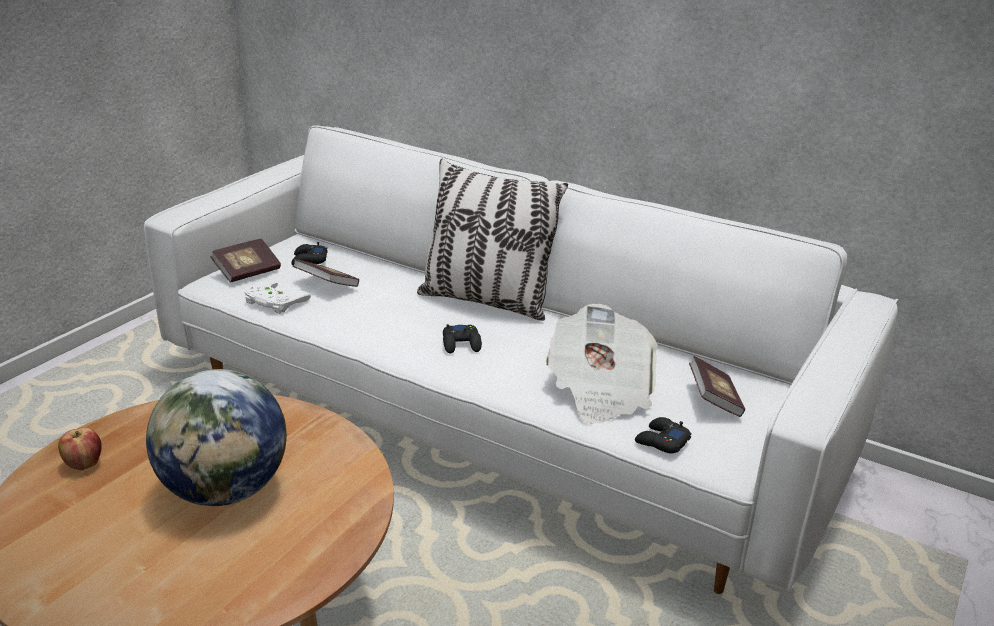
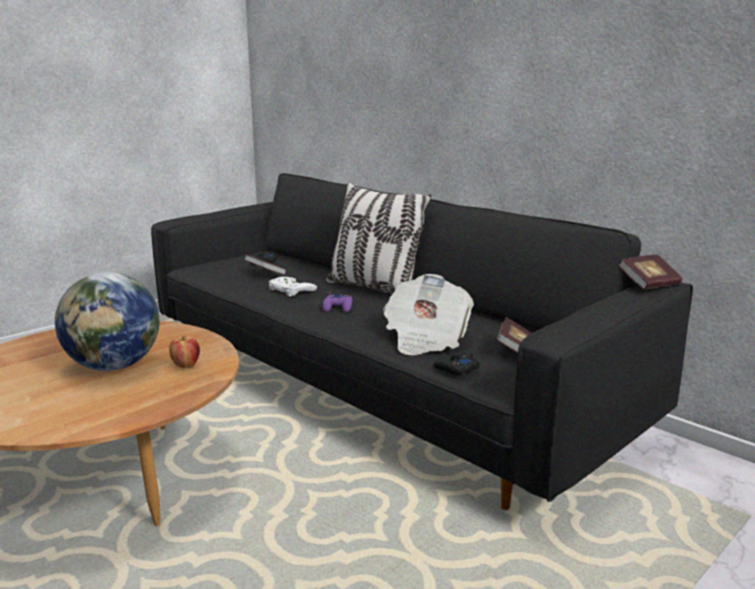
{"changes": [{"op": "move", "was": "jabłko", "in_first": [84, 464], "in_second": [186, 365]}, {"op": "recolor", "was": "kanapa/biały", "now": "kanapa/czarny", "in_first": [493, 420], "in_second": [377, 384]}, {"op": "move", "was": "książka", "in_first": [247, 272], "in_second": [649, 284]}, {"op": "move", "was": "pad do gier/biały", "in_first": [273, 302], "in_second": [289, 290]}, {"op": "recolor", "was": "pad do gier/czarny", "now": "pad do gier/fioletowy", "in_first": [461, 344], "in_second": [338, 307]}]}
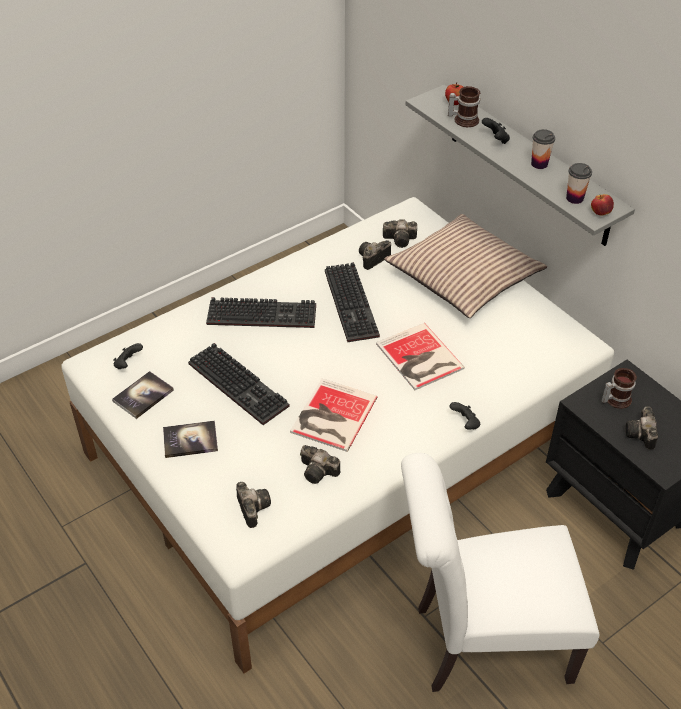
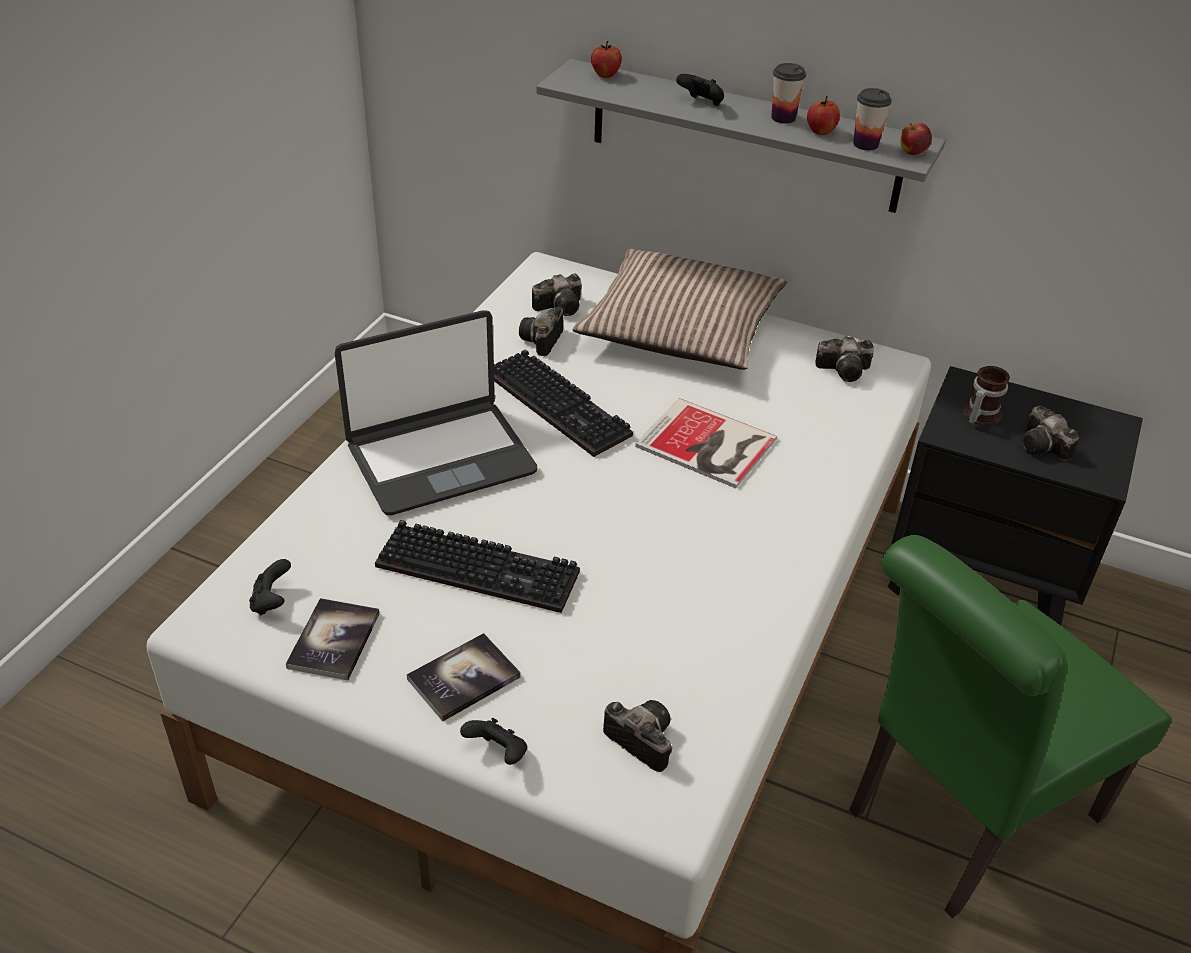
{"changes": [{"op": "replace", "was": "klawiatura", "now": "laptop", "in_first": [264, 314], "in_second": [440, 458]}, {"op": "delete", "was": "książka", "in_first": [331, 416]}, {"op": "move", "was": "aparat fotograficzny", "in_first": [319, 472], "in_second": [846, 370]}, {"op": "recolor", "was": "krzesło/biały", "now": "krzesło/zielony", "in_first": [482, 643], "in_second": [962, 819]}, {"op": "delete", "was": "kubek", "in_first": [464, 119]}, {"op": "move", "was": "pad do gier/czarny", "in_first": [465, 423], "in_second": [498, 753]}, {"op": "insert", "now": "jabłko", "in_second": [820, 132]}]}
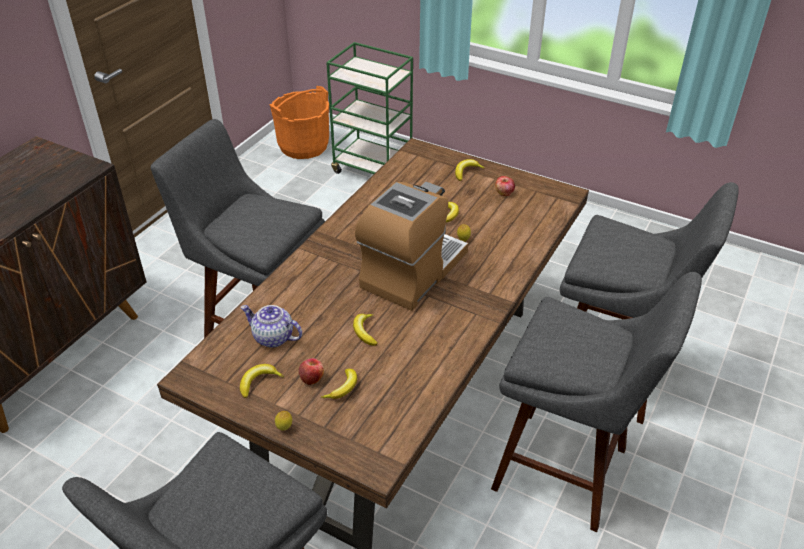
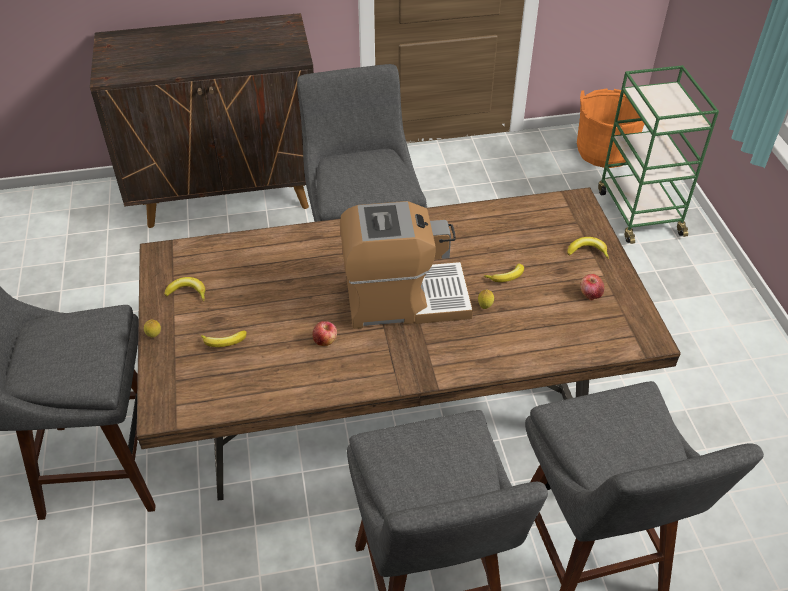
{"changes": [{"op": "delete", "was": "imbryk", "in_first": [272, 337]}, {"op": "move", "was": "jabłko", "in_first": [312, 378], "in_second": [325, 340]}, {"op": "delete", "was": "banan", "in_first": [365, 332]}]}
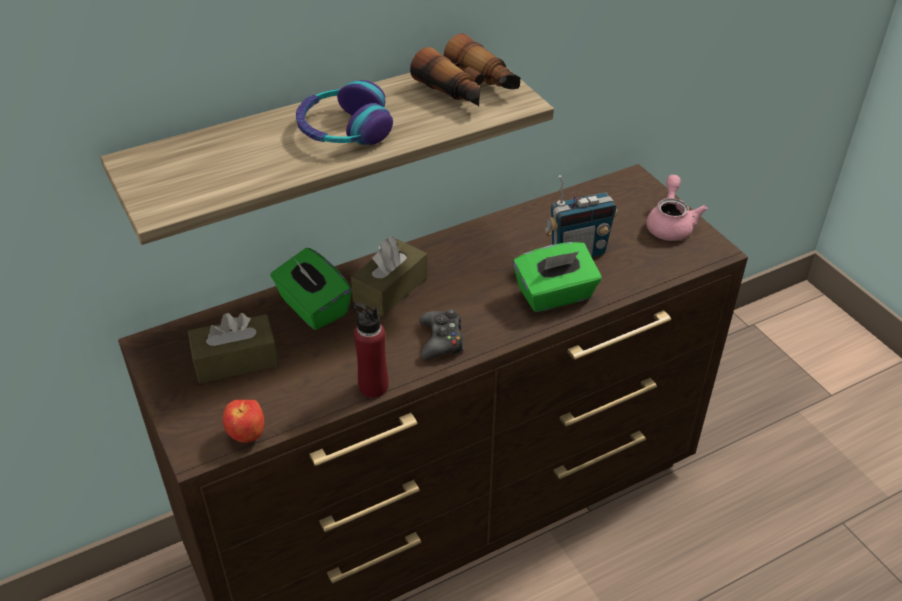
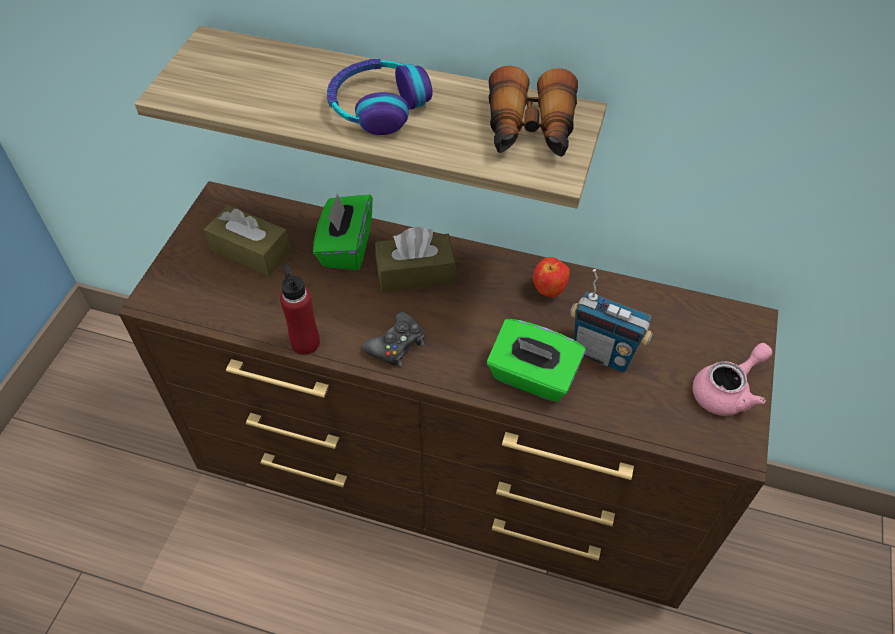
{"changes": [{"op": "move", "was": "jabłko", "in_first": [247, 436], "in_second": [549, 290]}]}
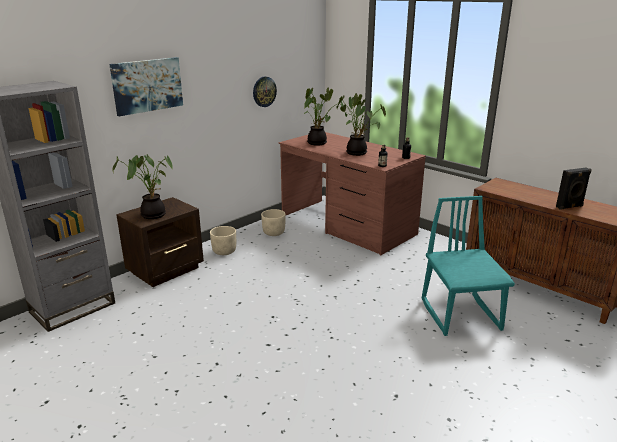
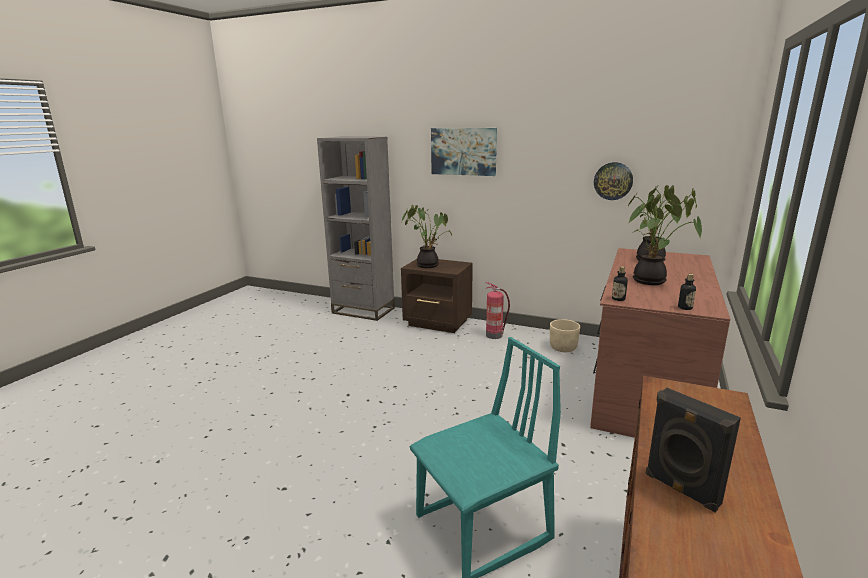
{"changes": [{"op": "replace", "was": "donica/beżowy", "now": "gaśnica", "in_first": [224, 251], "in_second": [495, 335]}]}
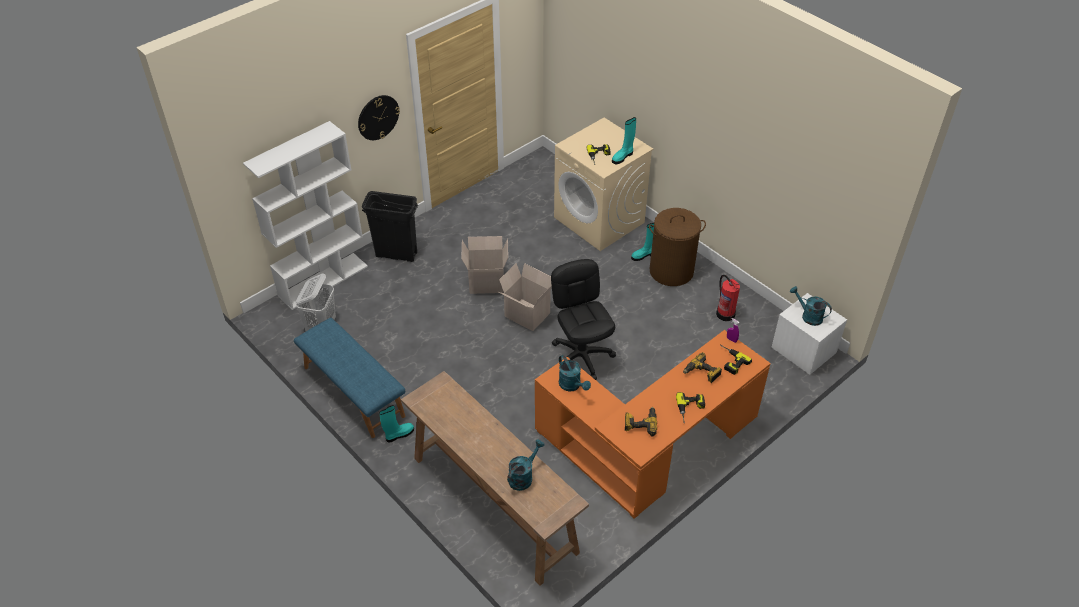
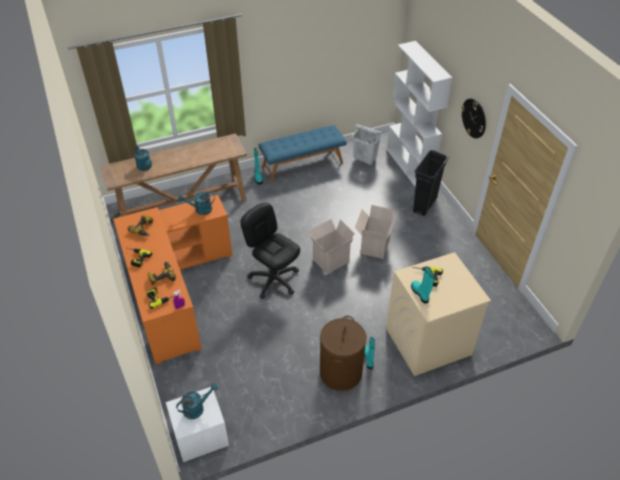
{"changes": [{"op": "rotate", "was": "krzesło biurowe/czarny", "in_first": [581, 356], "in_second": [274, 279], "clockwise": -135}, {"op": "delete", "was": "gaśnica", "in_first": [725, 313]}]}
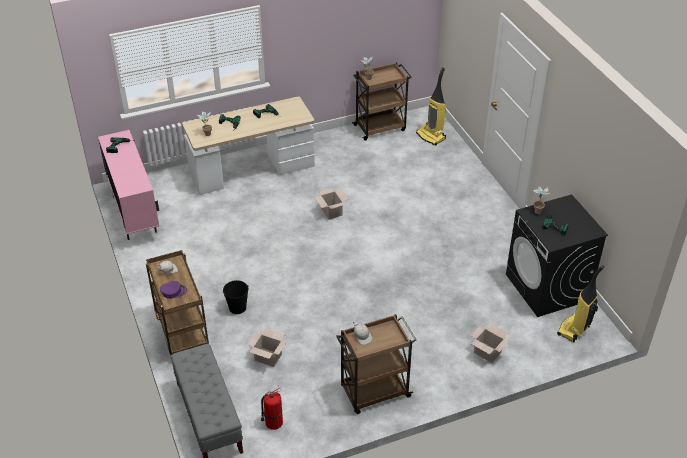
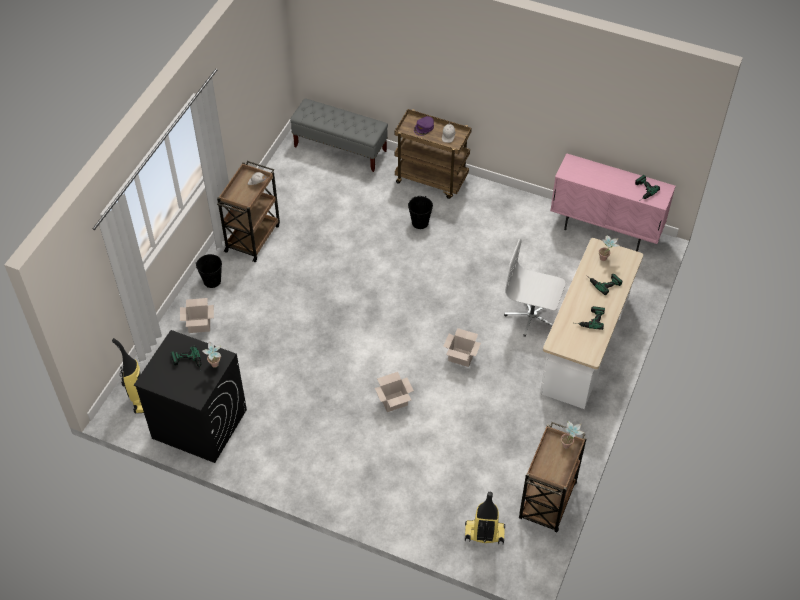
{"changes": [{"op": "move", "was": "karton", "in_first": [269, 357], "in_second": [393, 402]}, {"op": "delete", "was": "gaśnica", "in_first": [273, 422]}, {"op": "insert", "now": "wiadro/czarny", "in_second": [212, 281]}, {"op": "insert", "now": "krzesło biurowe/biały", "in_second": [531, 316]}]}
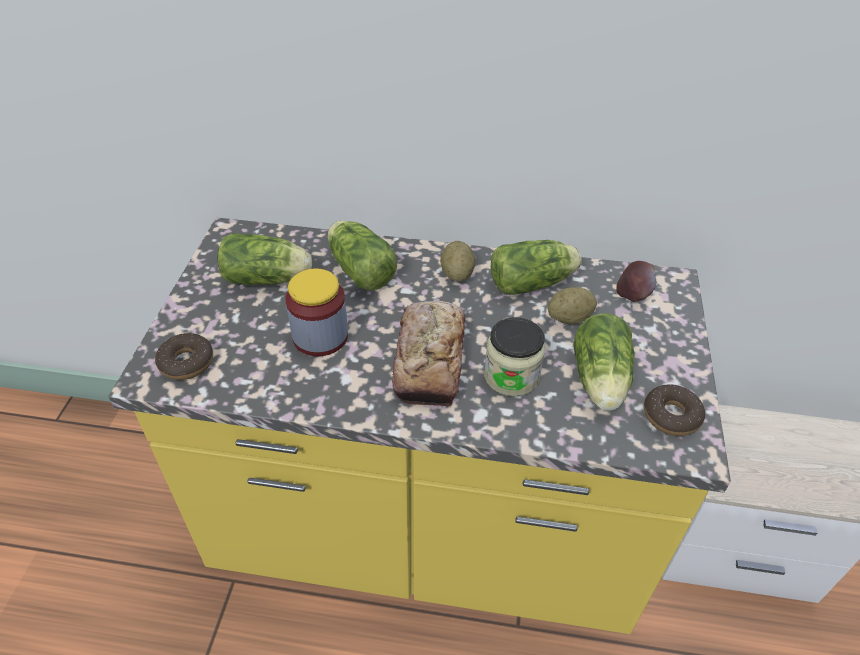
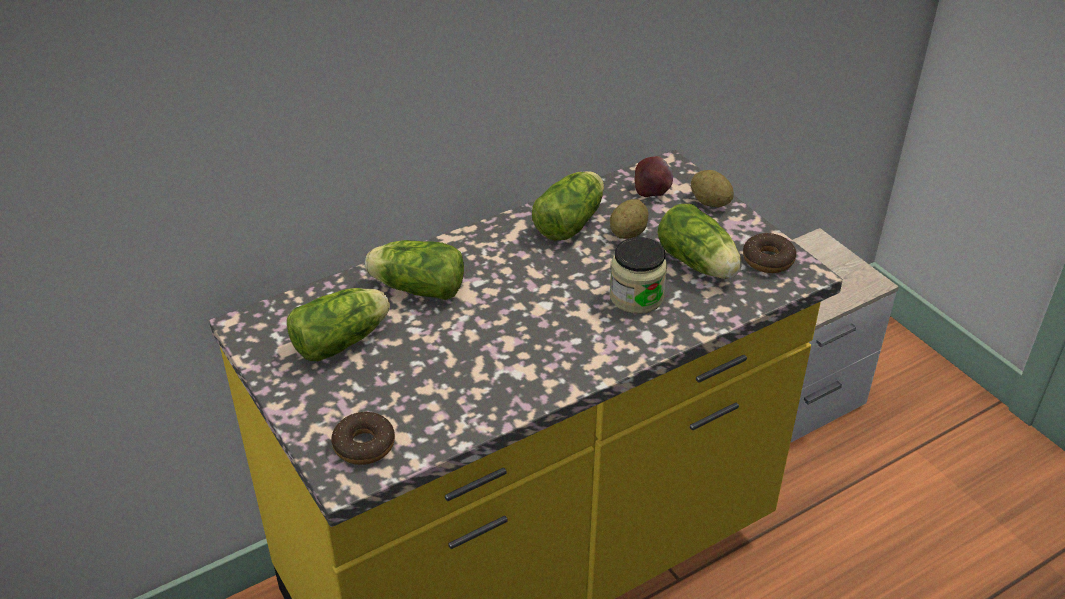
{"changes": [{"op": "delete", "was": "słoik", "in_first": [320, 336]}, {"op": "delete", "was": "chleb", "in_first": [429, 360]}, {"op": "move", "was": "ziemniak", "in_first": [457, 274], "in_second": [710, 202]}]}
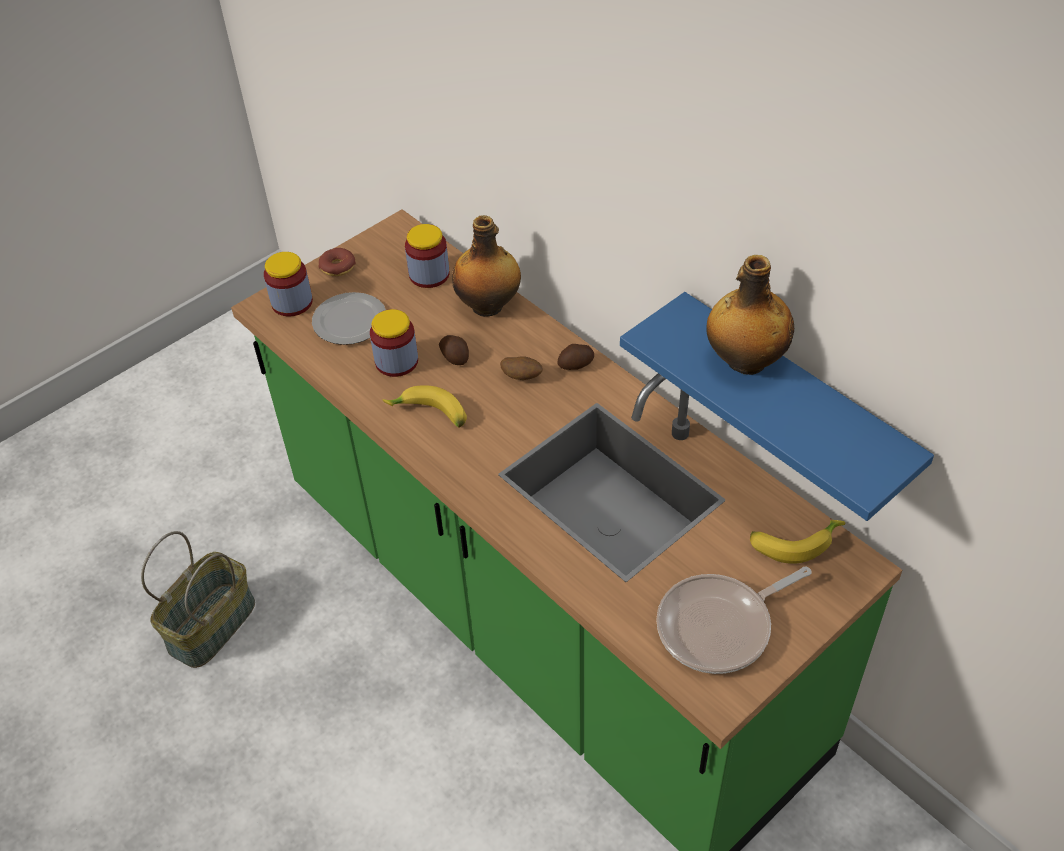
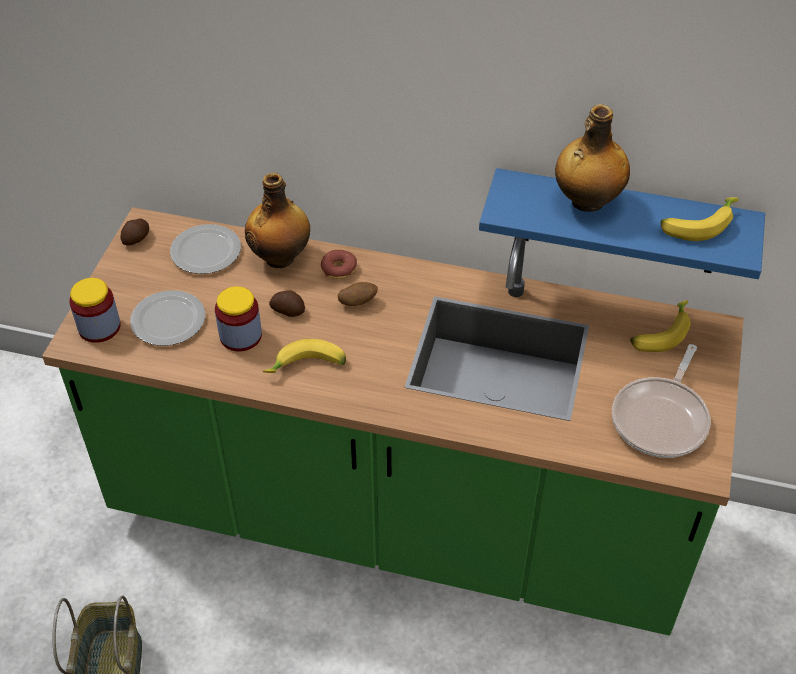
{"changes": [{"op": "move", "was": "donut", "in_first": [337, 267], "in_second": [338, 269]}, {"op": "replace", "was": "słoik", "now": "talerz", "in_first": [429, 274], "in_second": [206, 252]}, {"op": "move", "was": "ziemniak", "in_first": [576, 365], "in_second": [137, 239]}, {"op": "insert", "now": "banan", "in_second": [697, 224]}]}
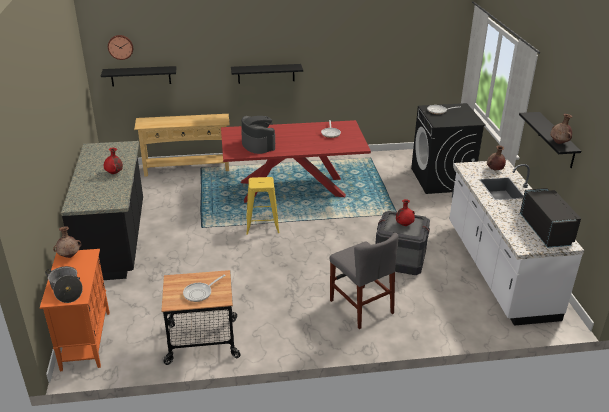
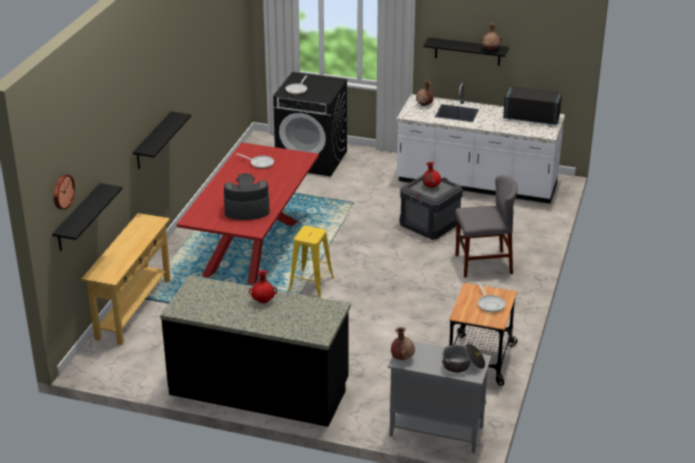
{"changes": [{"op": "recolor", "was": "szafka/pomarańczowy", "now": "szafka/szary", "in_first": [86, 340], "in_second": [435, 431]}]}
